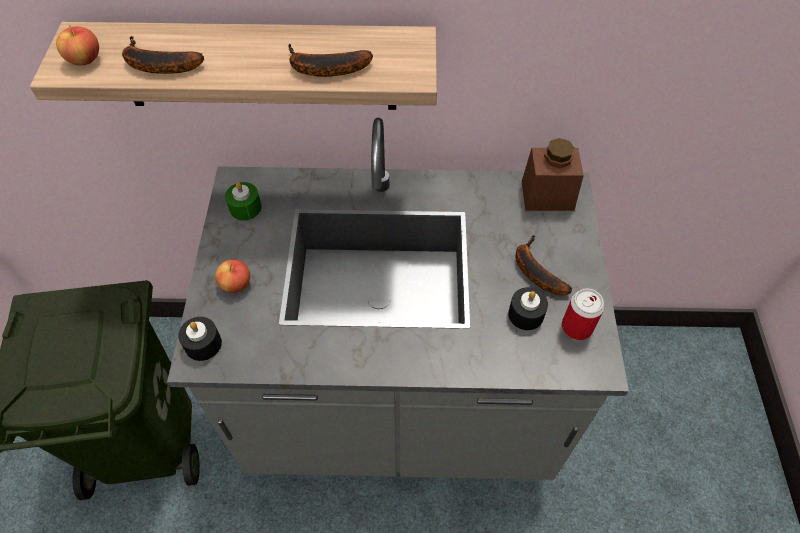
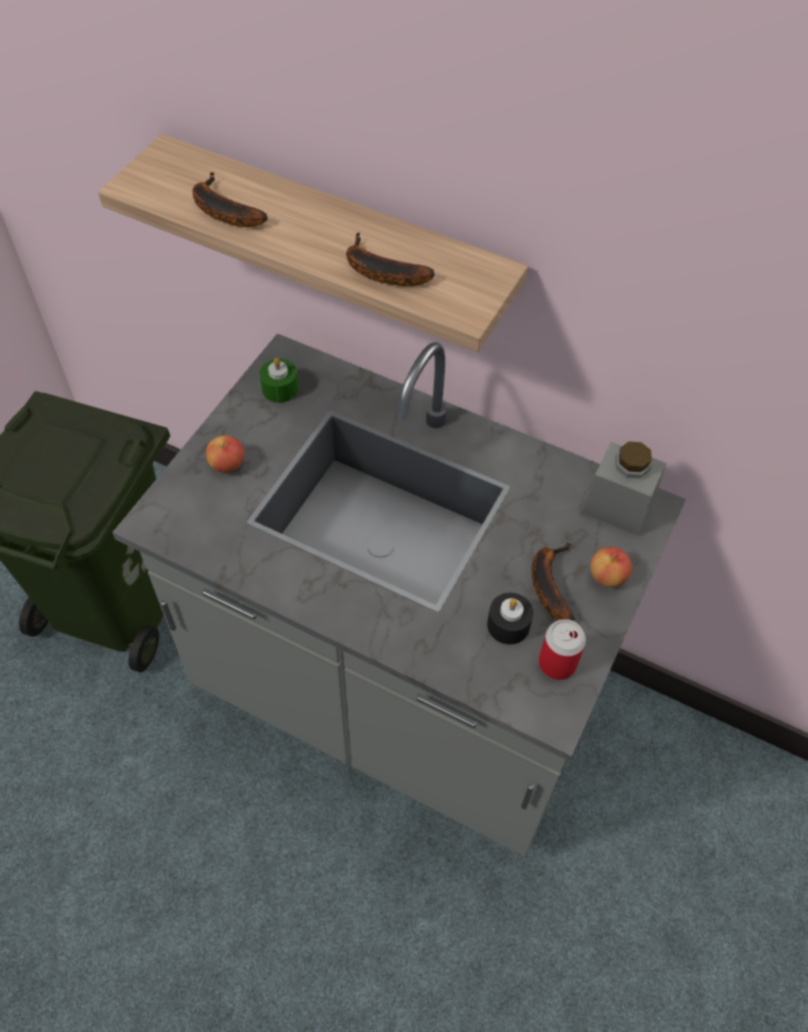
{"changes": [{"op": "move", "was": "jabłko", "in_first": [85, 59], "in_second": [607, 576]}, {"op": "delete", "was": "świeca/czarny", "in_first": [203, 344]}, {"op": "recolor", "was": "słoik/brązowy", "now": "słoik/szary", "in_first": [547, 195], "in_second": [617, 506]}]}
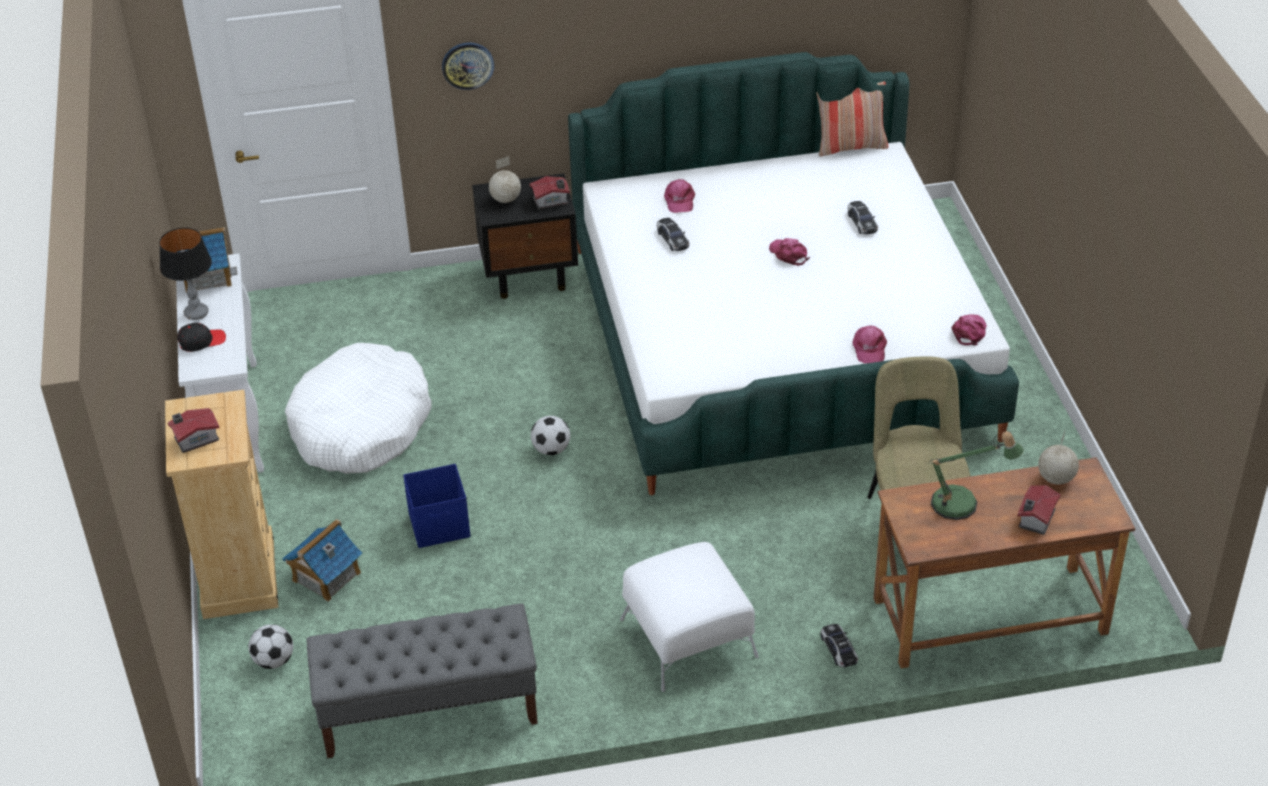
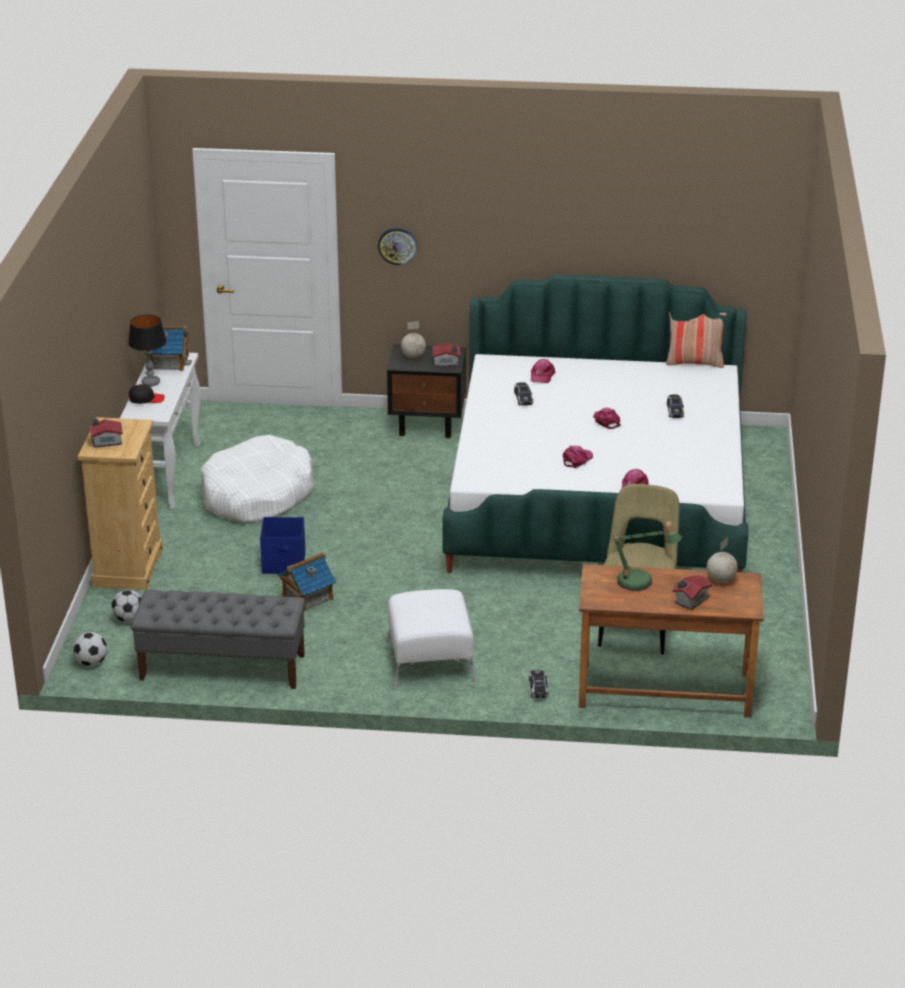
{"changes": [{"op": "move", "was": "domek", "in_first": [326, 577], "in_second": [307, 597]}, {"op": "move", "was": "piłka futbolowa", "in_first": [551, 450], "in_second": [91, 662]}, {"op": "move", "was": "czapka z daszkiem/różowy", "in_first": [969, 332], "in_second": [577, 460]}]}
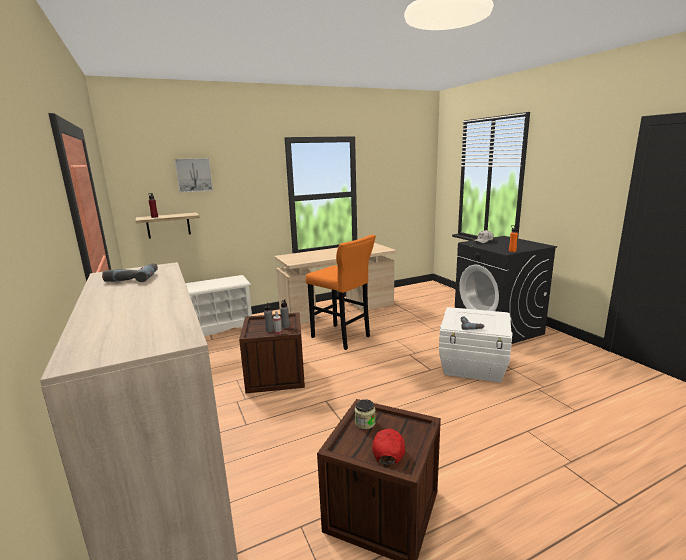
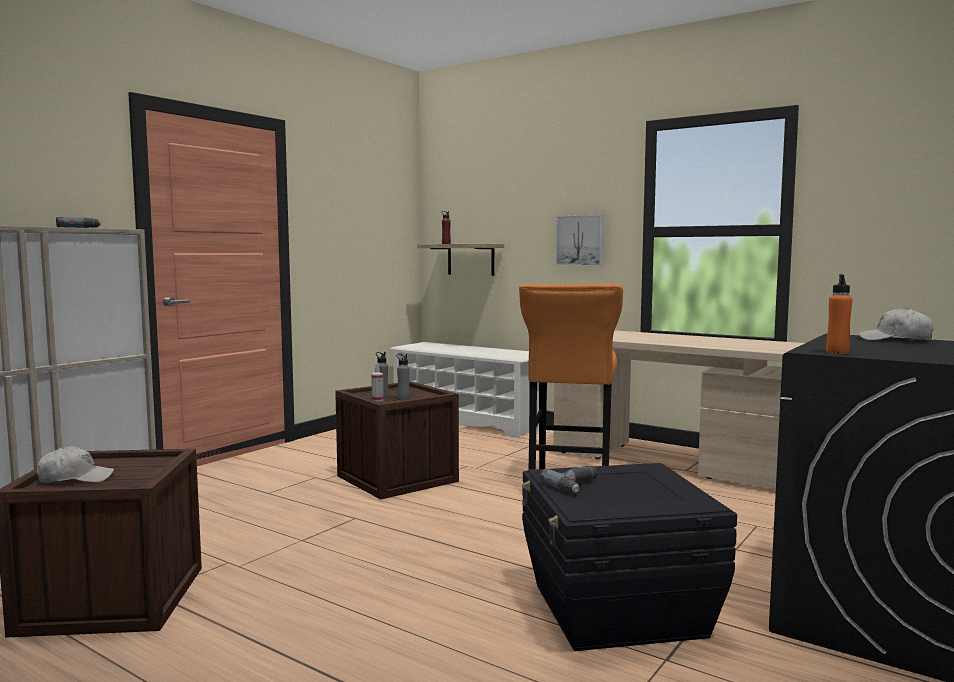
{"changes": [{"op": "move", "was": "obraz", "in_first": [194, 175], "in_second": [580, 240]}, {"op": "delete", "was": "słoik", "in_first": [365, 423]}, {"op": "recolor", "was": "czapka z daszkiem/czerwony", "now": "czapka z daszkiem/biały", "in_first": [388, 450], "in_second": [75, 478]}, {"op": "recolor", "was": "pojemnik do przechowywania/biały", "now": "pojemnik do przechowywania/czarny", "in_first": [473, 366], "in_second": [616, 611]}]}
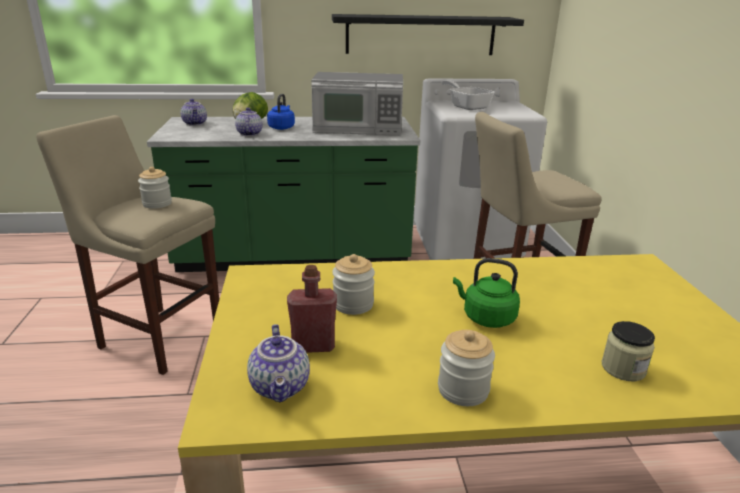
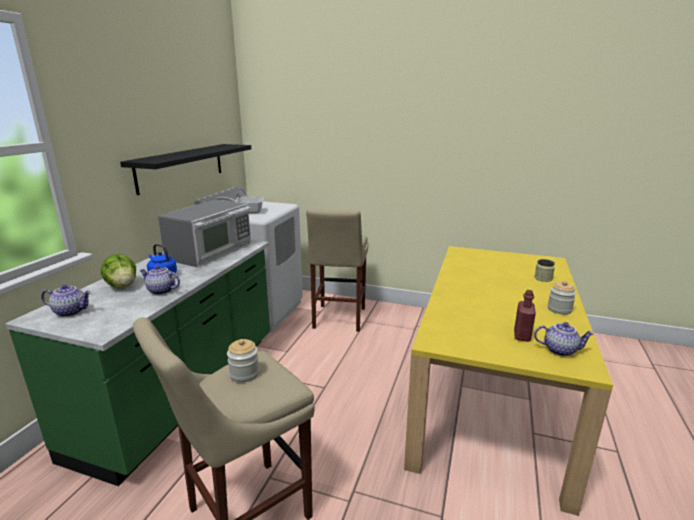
{"changes": [{"op": "delete", "was": "słoik", "in_first": [353, 304]}, {"op": "delete", "was": "czajnik/zielony", "in_first": [486, 317]}]}
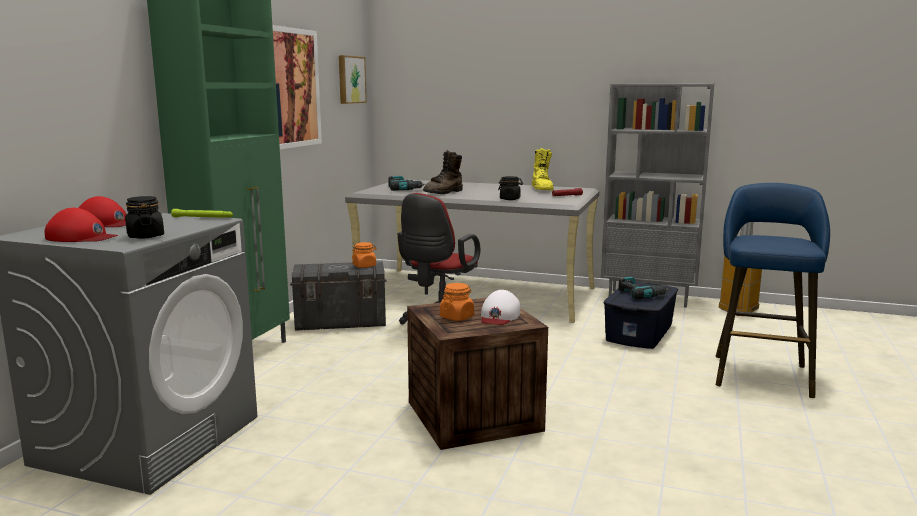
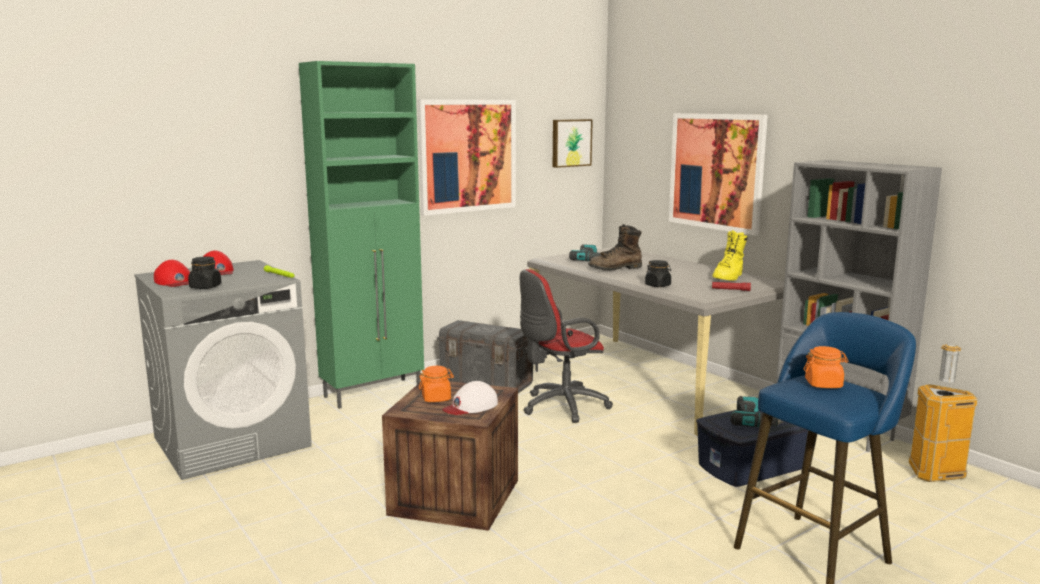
{"changes": [{"op": "move", "was": "słoik/pomarańczowy", "in_first": [364, 266], "in_second": [823, 384]}, {"op": "insert", "now": "obraz", "in_second": [716, 171]}]}
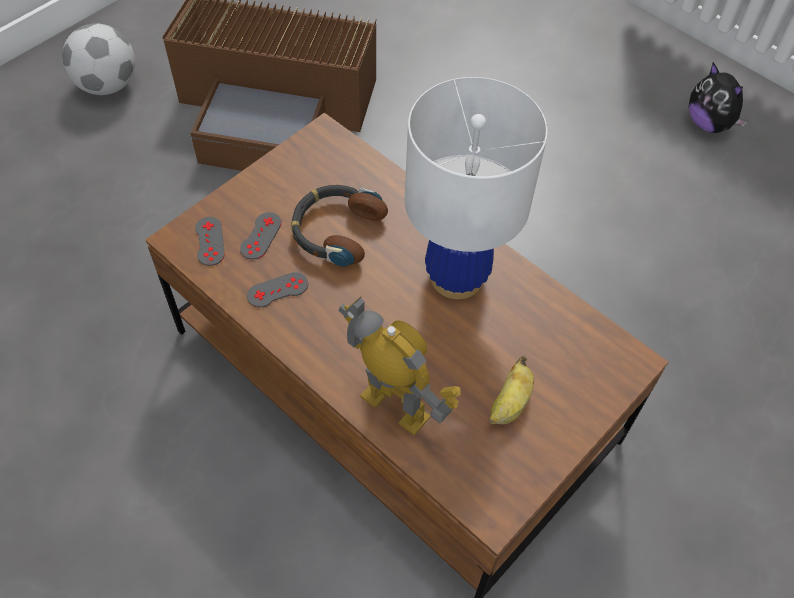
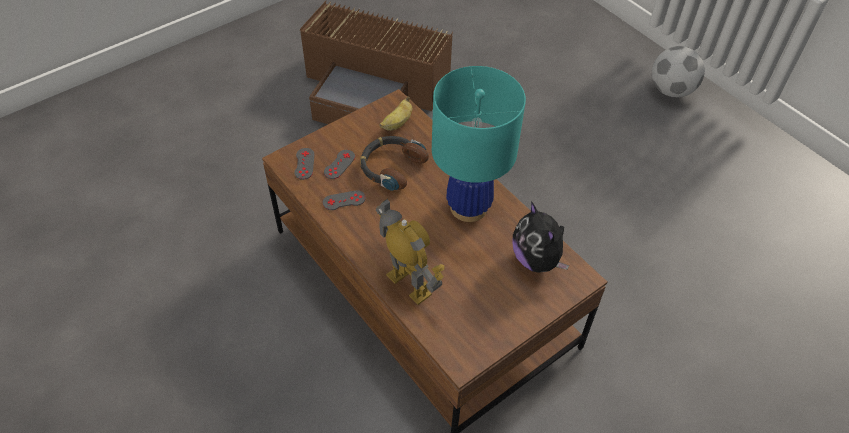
{"changes": [{"op": "move", "was": "piłka futbolowa", "in_first": [107, 85], "in_second": [671, 90]}, {"op": "recolor", "was": "lampa stołowa/biały", "now": "lampa stołowa/turkusowy", "in_first": [457, 277], "in_second": [469, 207]}, {"op": "move", "was": "banan", "in_first": [509, 404], "in_second": [397, 124]}, {"op": "move", "was": "pluszak", "in_first": [709, 123], "in_second": [537, 259]}]}
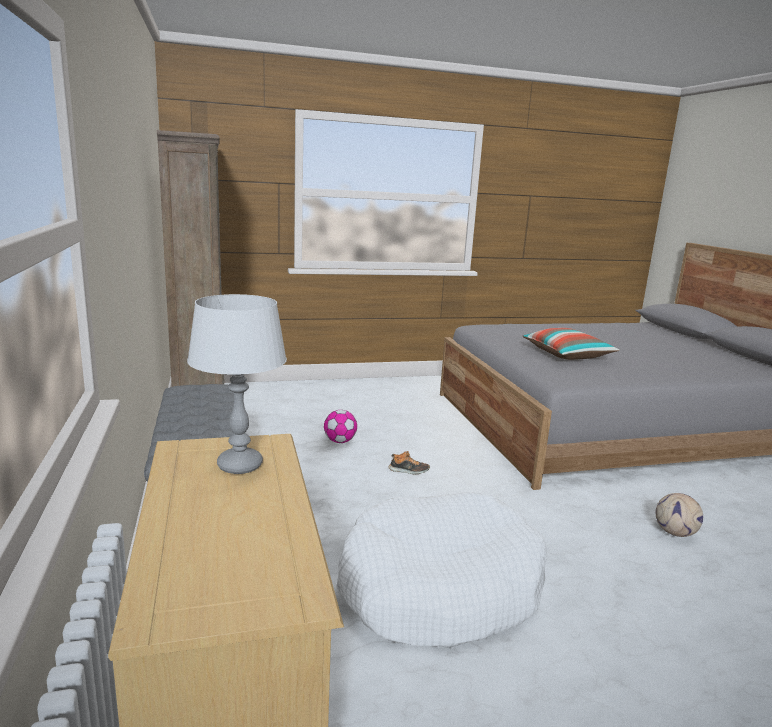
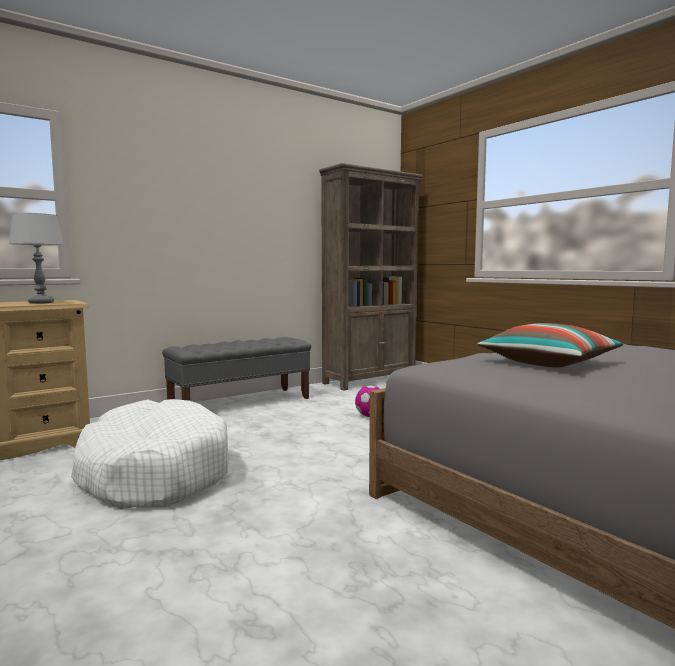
{"changes": [{"op": "delete", "was": "but", "in_first": [408, 470]}, {"op": "delete", "was": "piłka futbolowa", "in_first": [675, 533]}]}
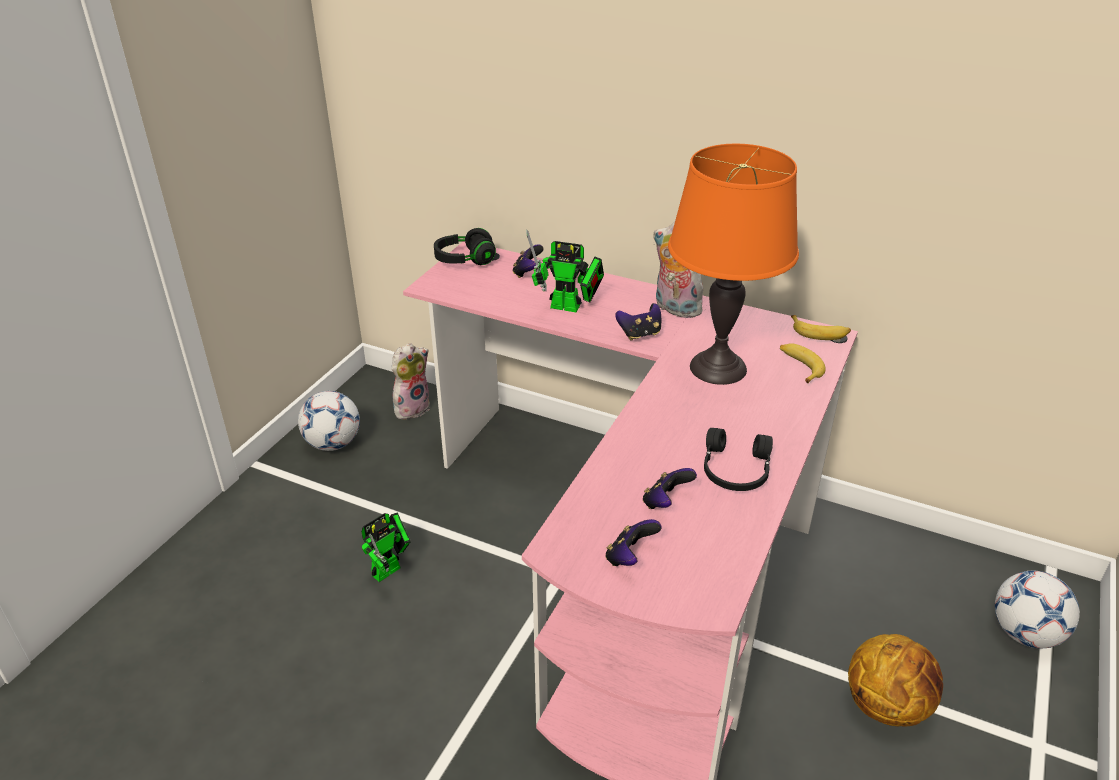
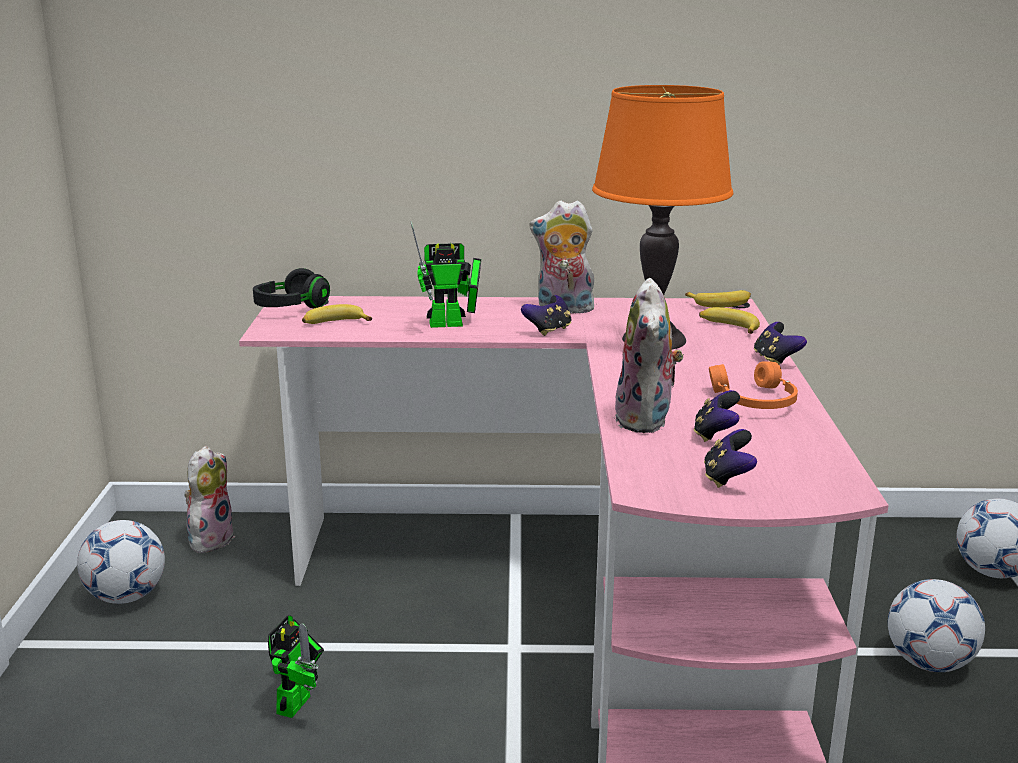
{"changes": [{"op": "move", "was": "pad do gier", "in_first": [527, 273], "in_second": [775, 360]}, {"op": "recolor", "was": "słuchawki/czarny", "now": "słuchawki/pomarańczowy", "in_first": [734, 470], "in_second": [753, 401]}, {"op": "replace", "was": "piłka do koszykówki", "now": "piłka futbolowa", "in_first": [887, 705], "in_second": [929, 663]}, {"op": "insert", "now": "banan", "in_second": [335, 323]}, {"op": "insert", "now": "pluszak", "in_second": [647, 420]}]}
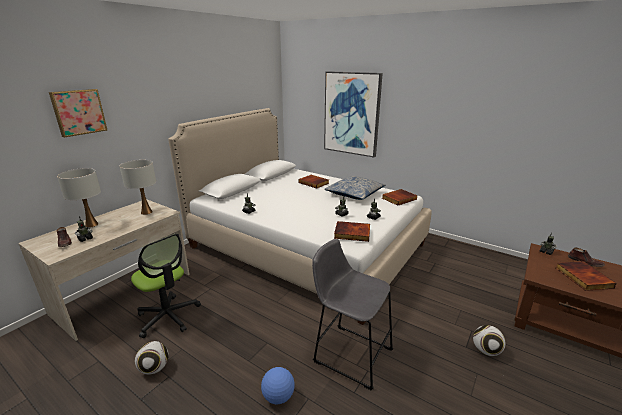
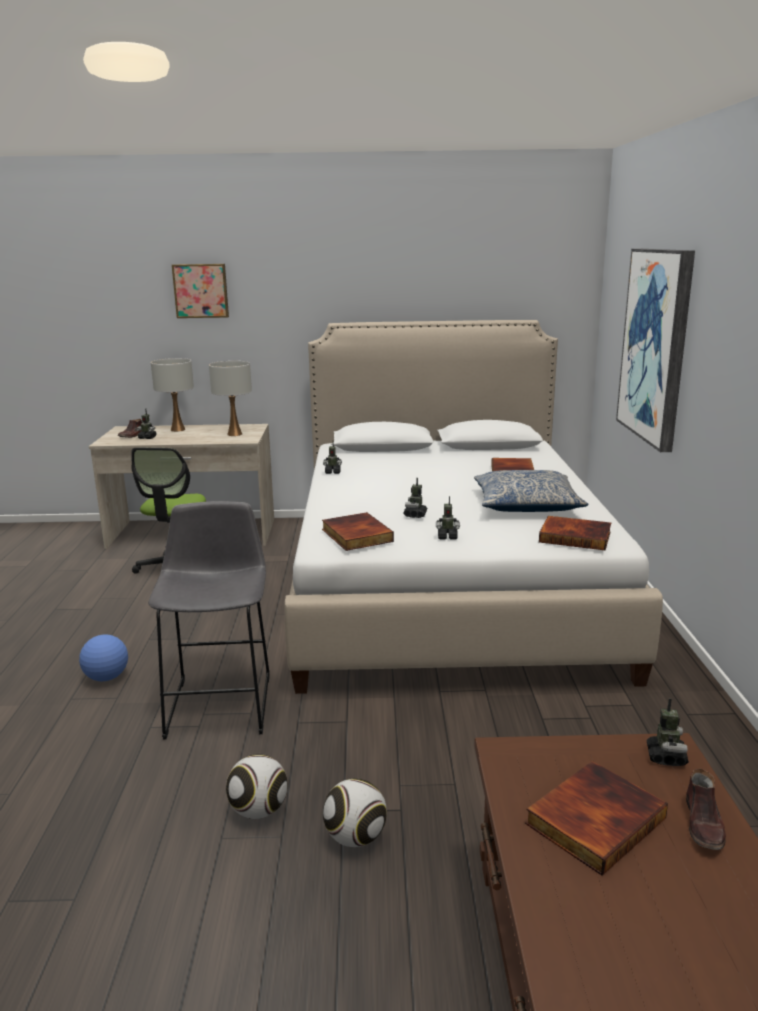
{"changes": [{"op": "move", "was": "piłka futbolowa", "in_first": [155, 368], "in_second": [258, 811]}]}
